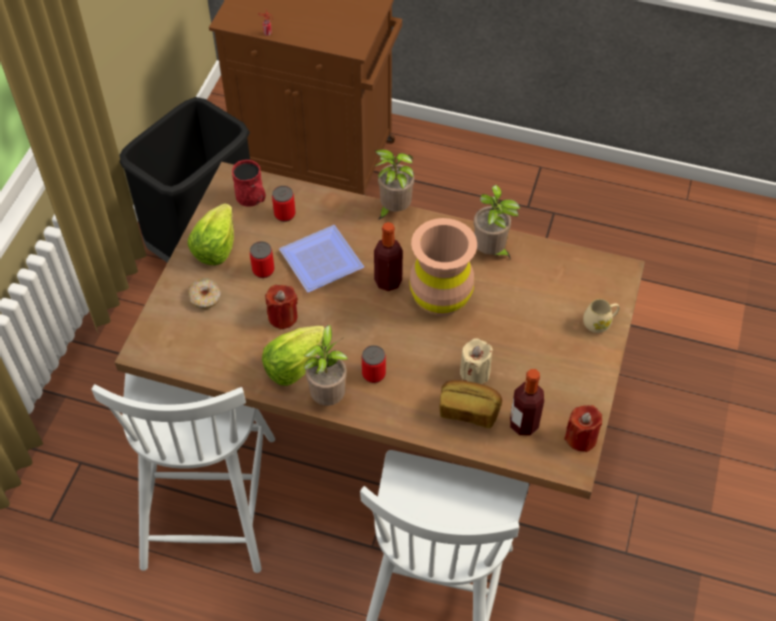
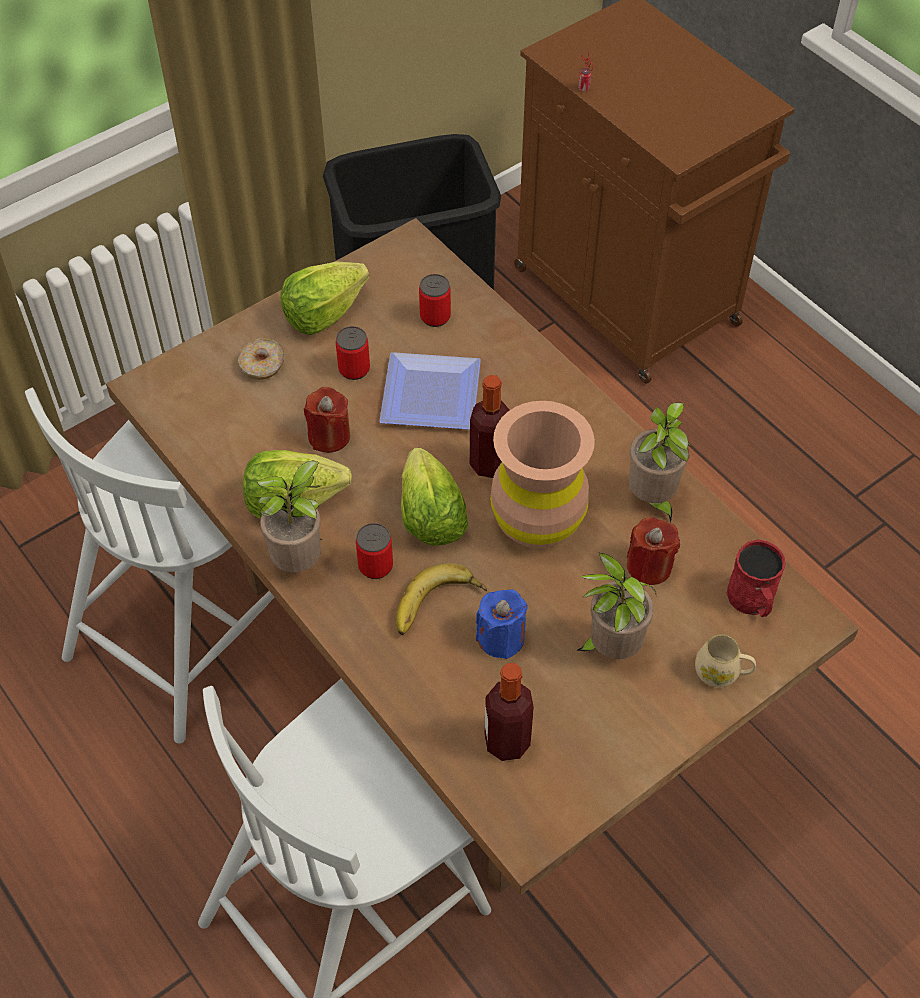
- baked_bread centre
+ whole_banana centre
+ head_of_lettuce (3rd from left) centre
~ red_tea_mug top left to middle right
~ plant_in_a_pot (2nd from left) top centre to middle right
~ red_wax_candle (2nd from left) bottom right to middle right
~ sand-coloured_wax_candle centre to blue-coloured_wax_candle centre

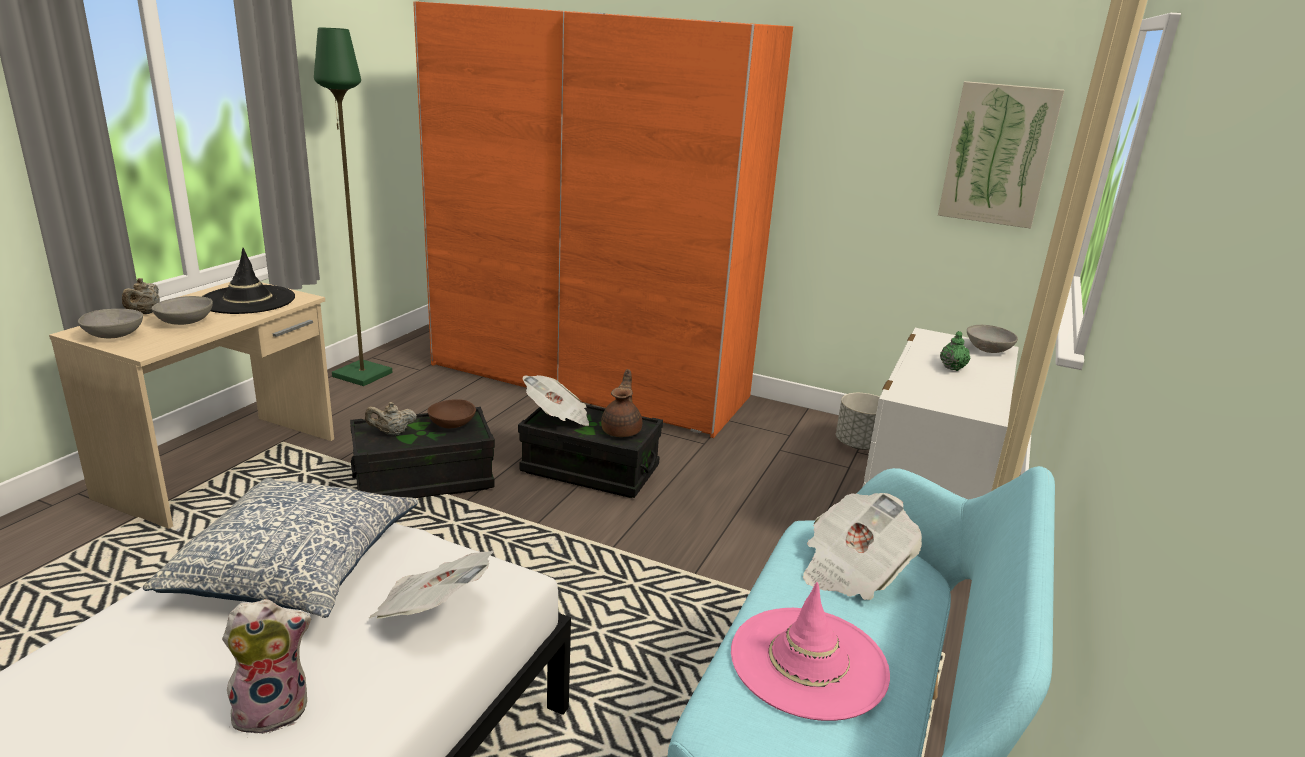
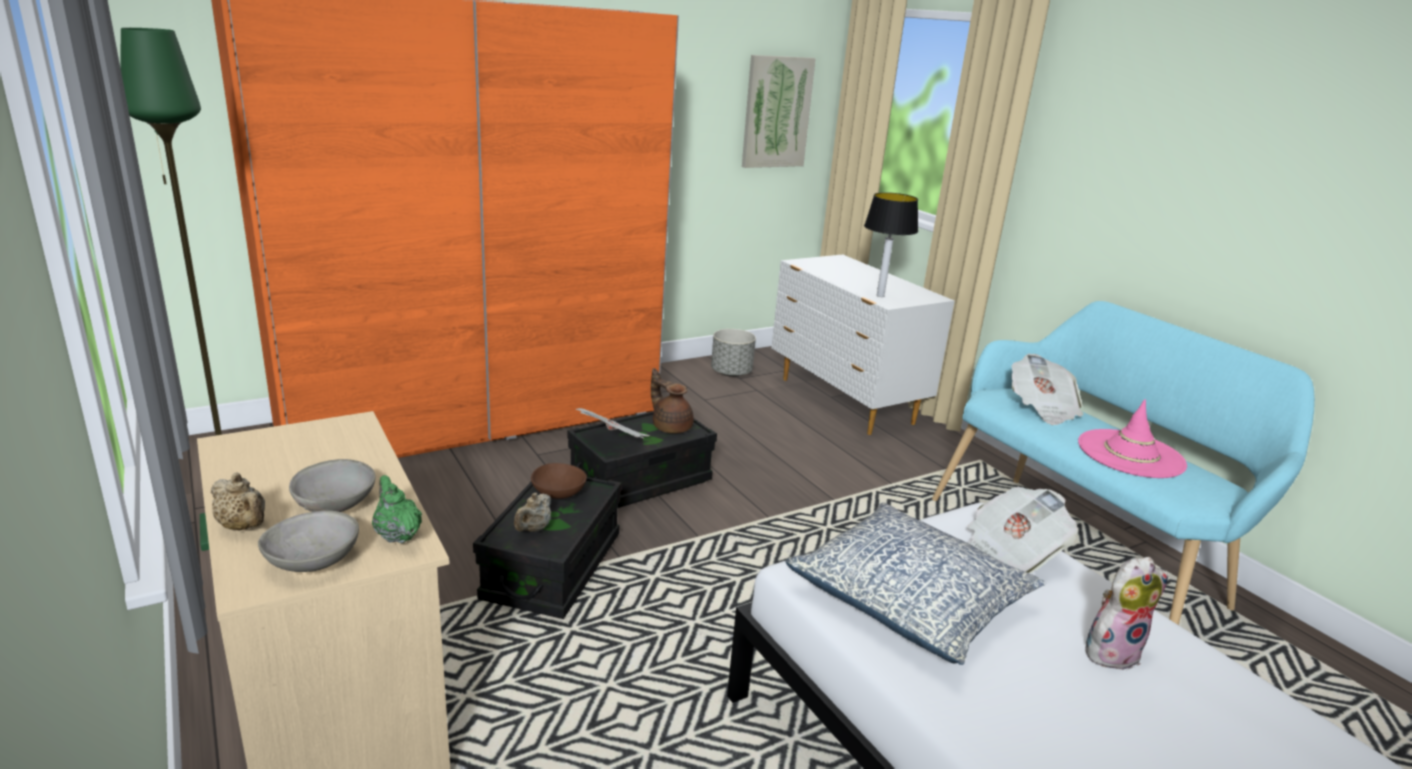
- blackish_clothing_hat middle left
- greyish_bowl (3rd from left) middle right
+ table_lamp top centre
~ green-coloured_teapot middle right to middle left
~ plush_toy bottom left = bottom right 60 degrees clockwise

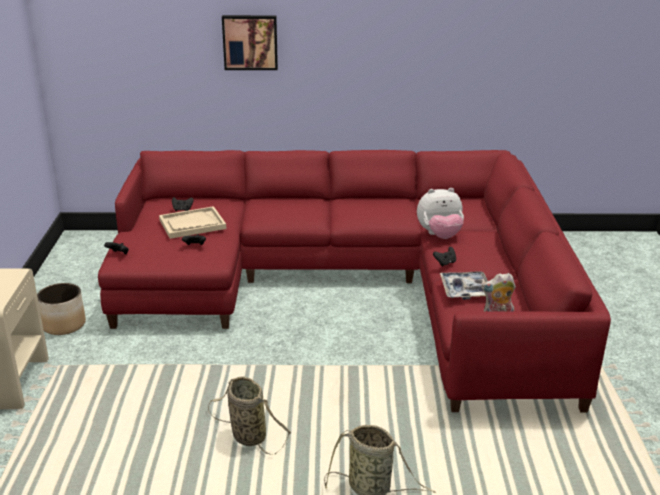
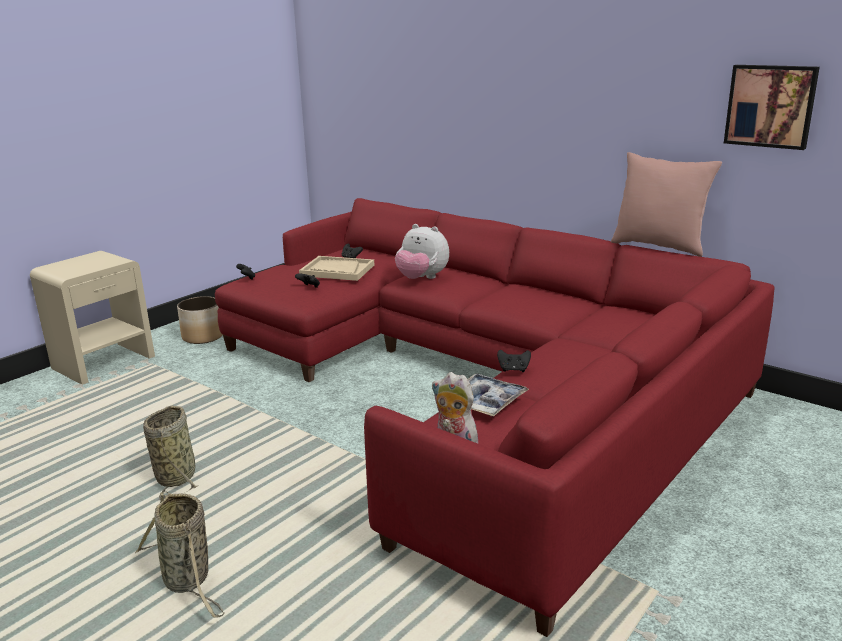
+ pink-coloured_cushion top right
~ picture top centre to top right
~ plush_toy (1st from left) middle right to centre

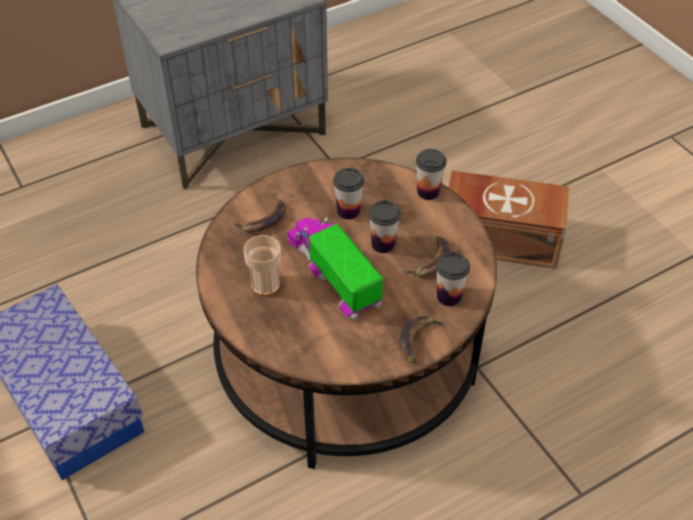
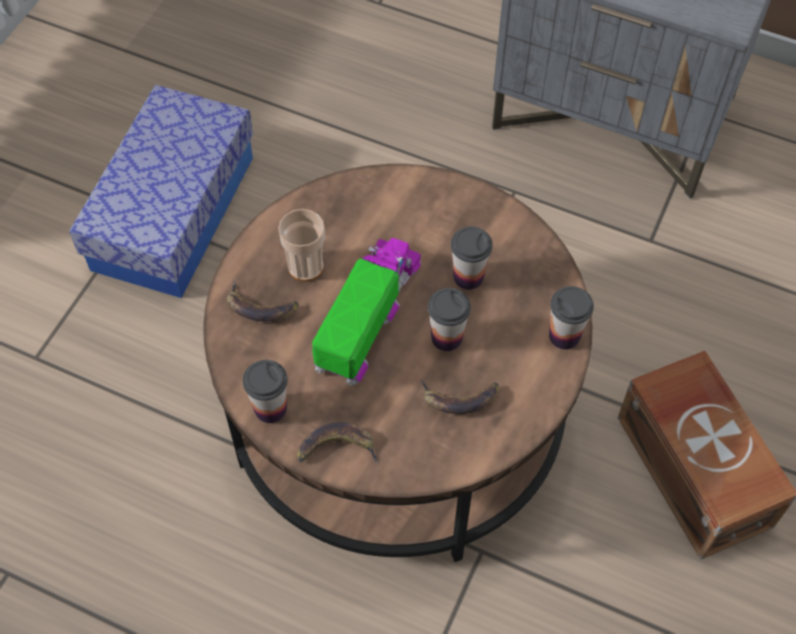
~ whole_banana (1st from left) centre to middle left
~ drinking_cup (5th from left in the first image) centre to drinking_cup (1st from left) middle left

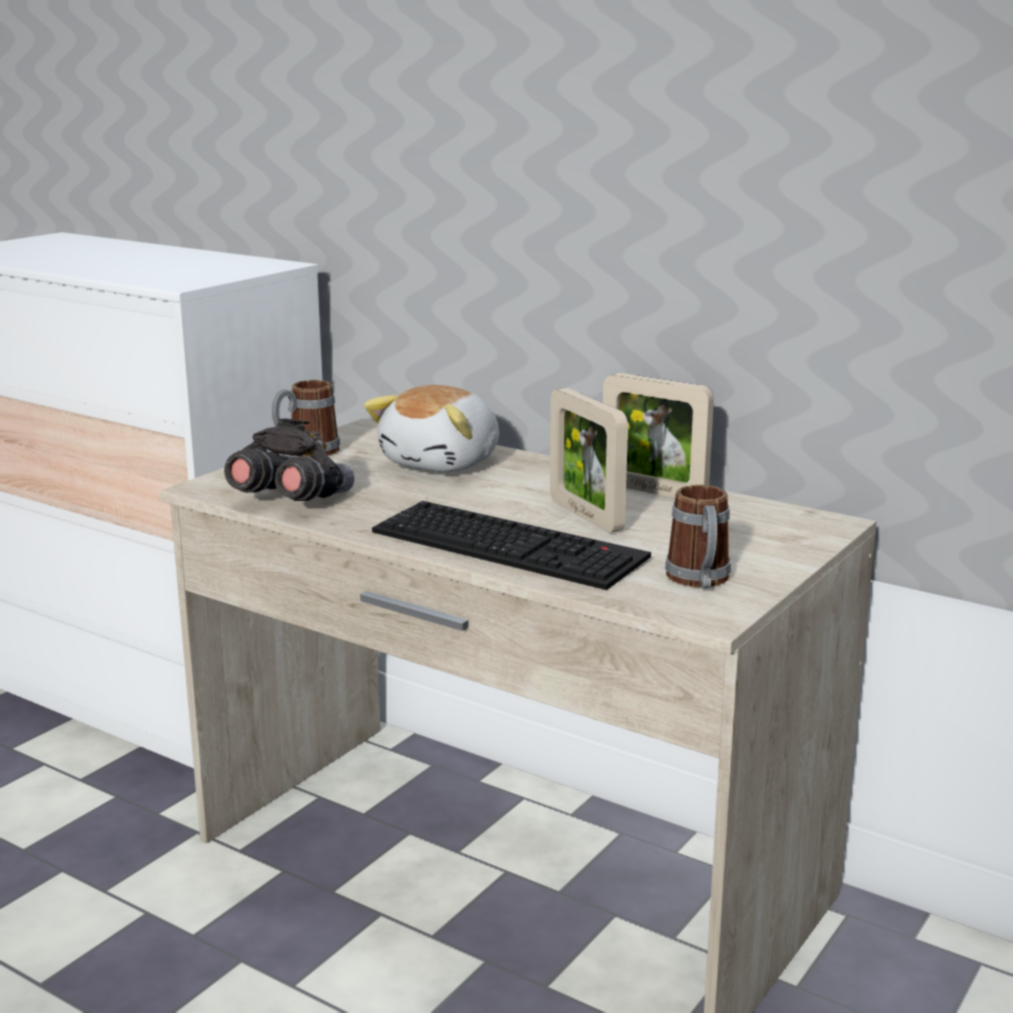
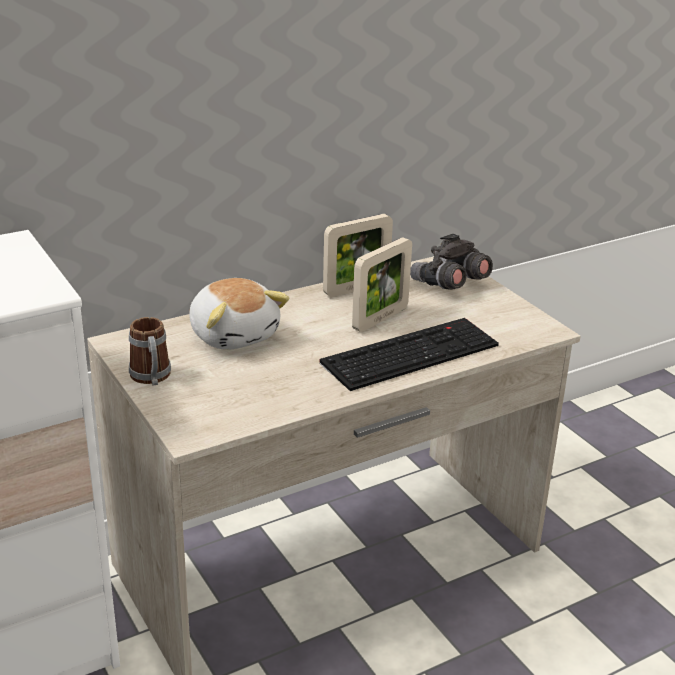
- tea_mug (2nd from left) middle right
~ greyish_field_glasses middle left to middle right
~ photo_frame (1st from left in the first image) centre = centre 45 degrees counterclockwise

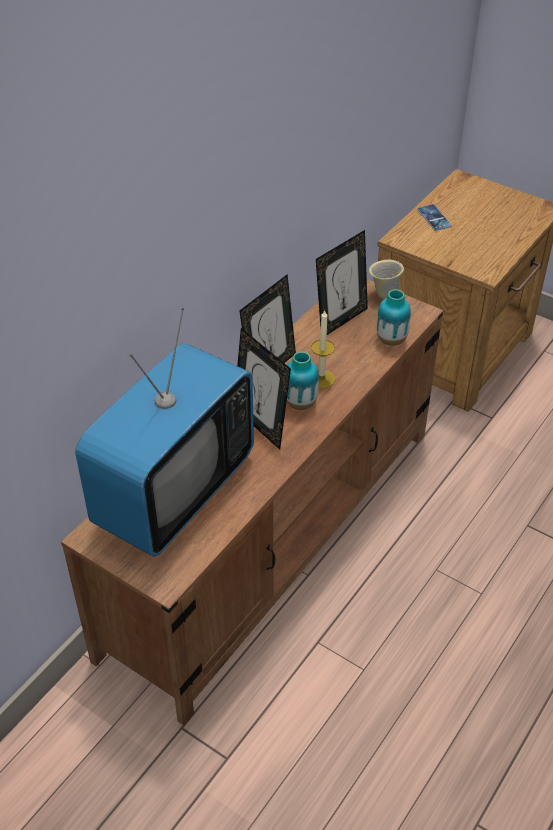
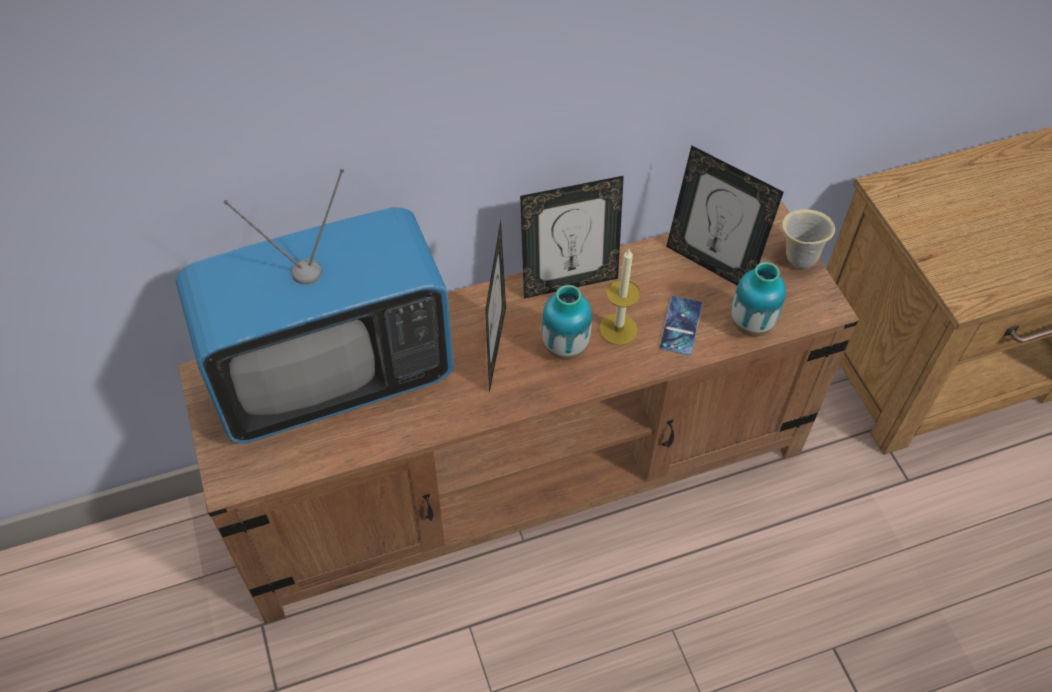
~ telephone top right to centre
~ photo_frame (3rd from left) centre = top right 45 degrees clockwise

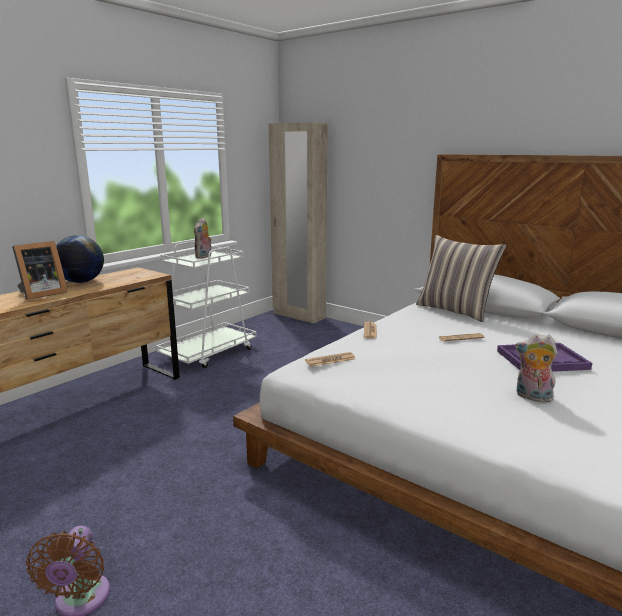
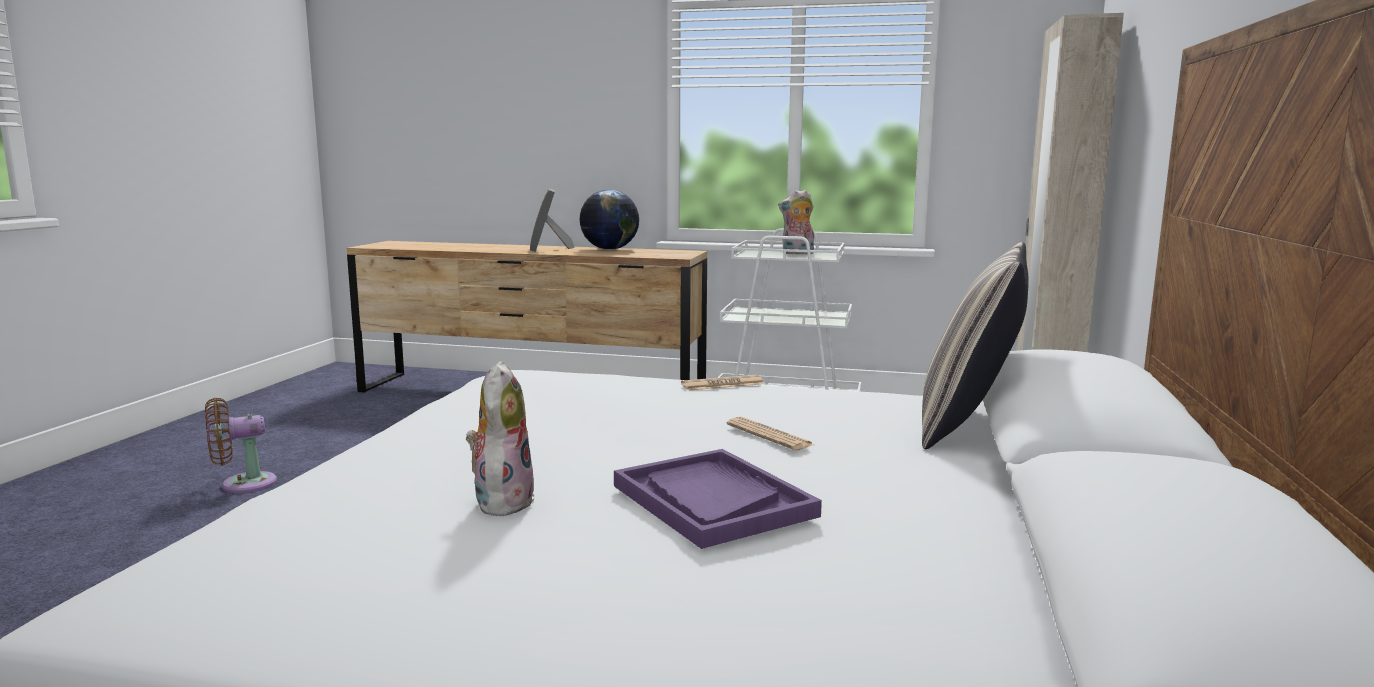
- daily_paper (1st from left) centre
~ photo_frame middle left = top centre 60 degrees clockwise

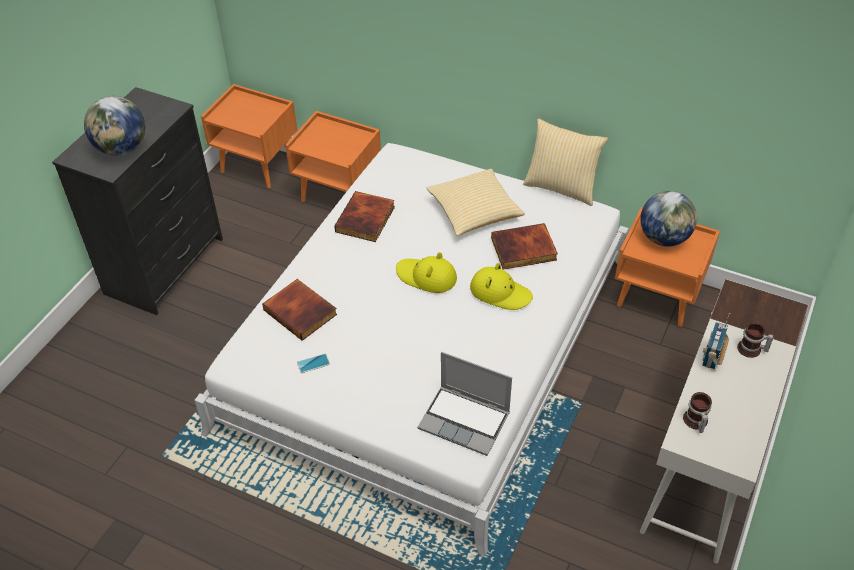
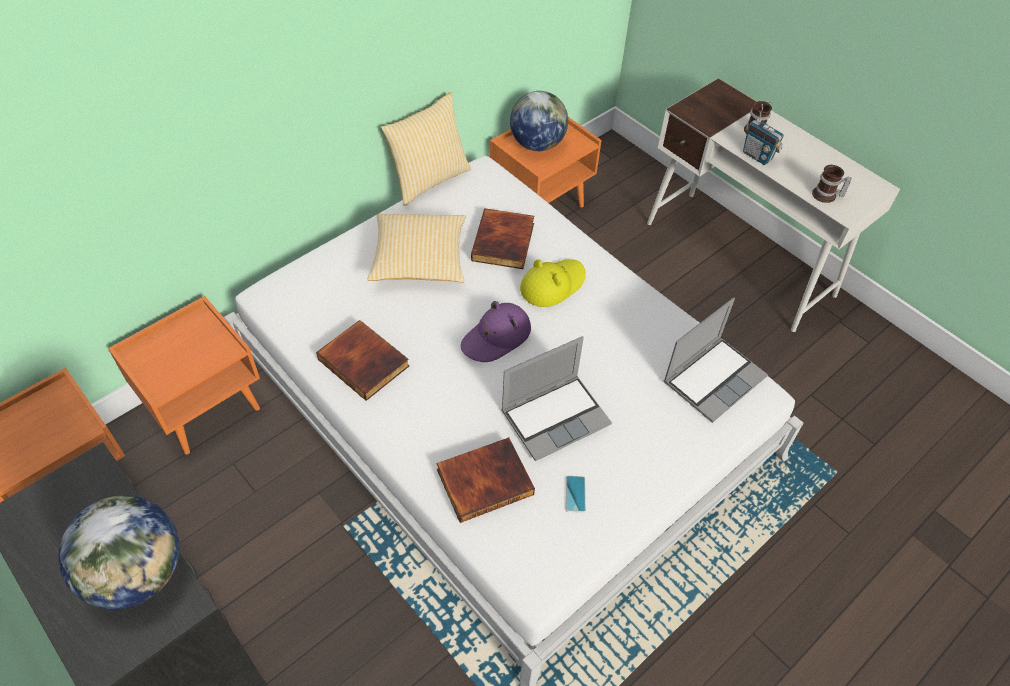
+ portable_computer (1st from left) centre
~ yellowish_clothing_hat (1st from left) centre to purplish_clothing_hat centre

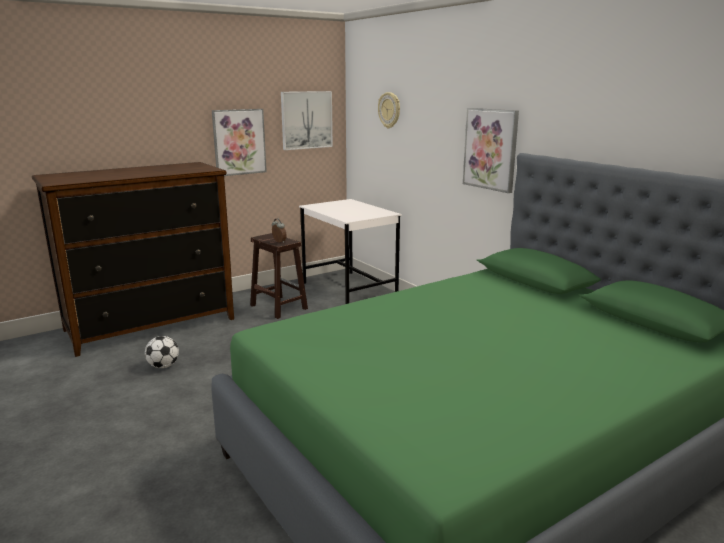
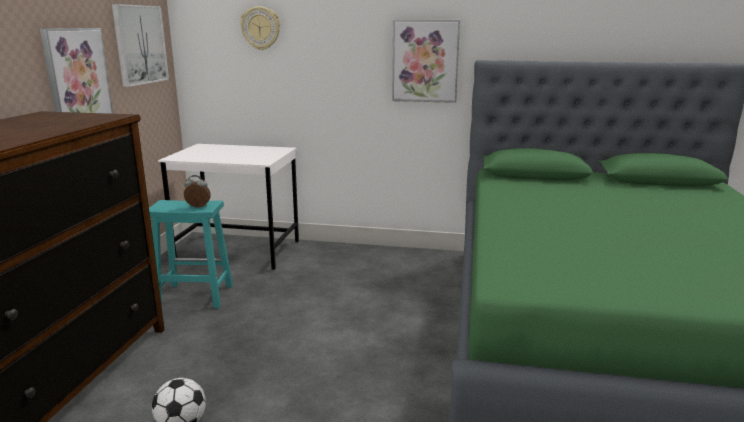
~ brown-coloured_stool centre to turquoise_stool middle left

